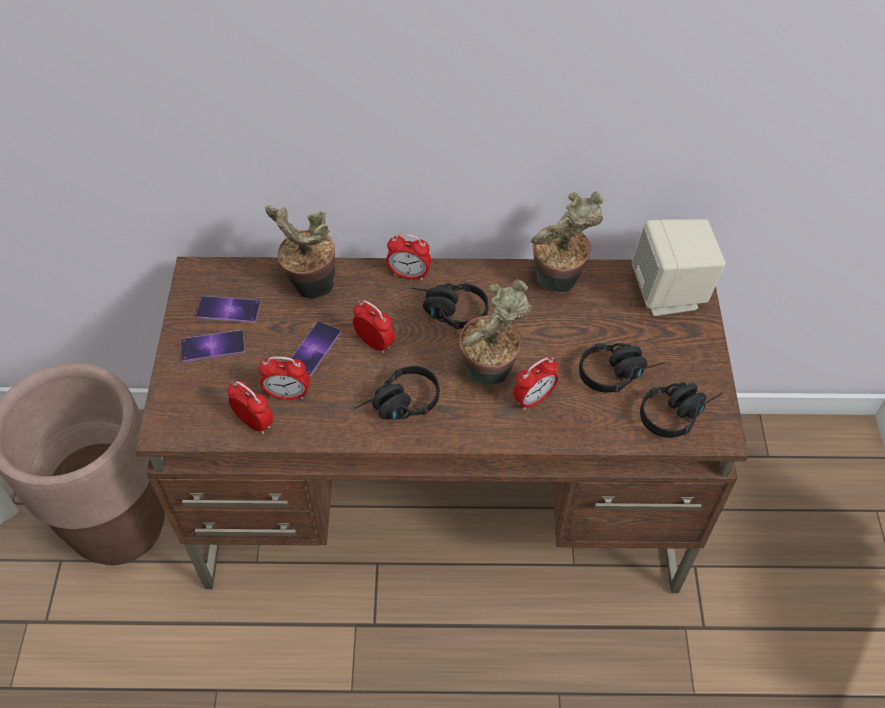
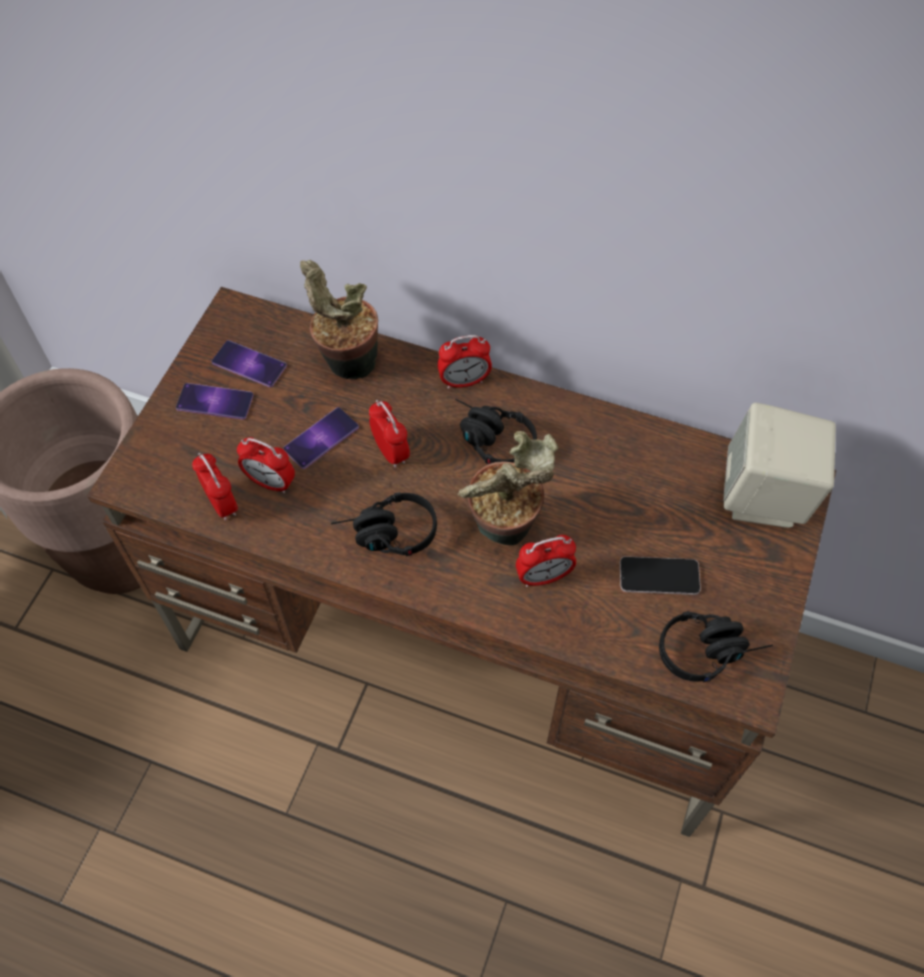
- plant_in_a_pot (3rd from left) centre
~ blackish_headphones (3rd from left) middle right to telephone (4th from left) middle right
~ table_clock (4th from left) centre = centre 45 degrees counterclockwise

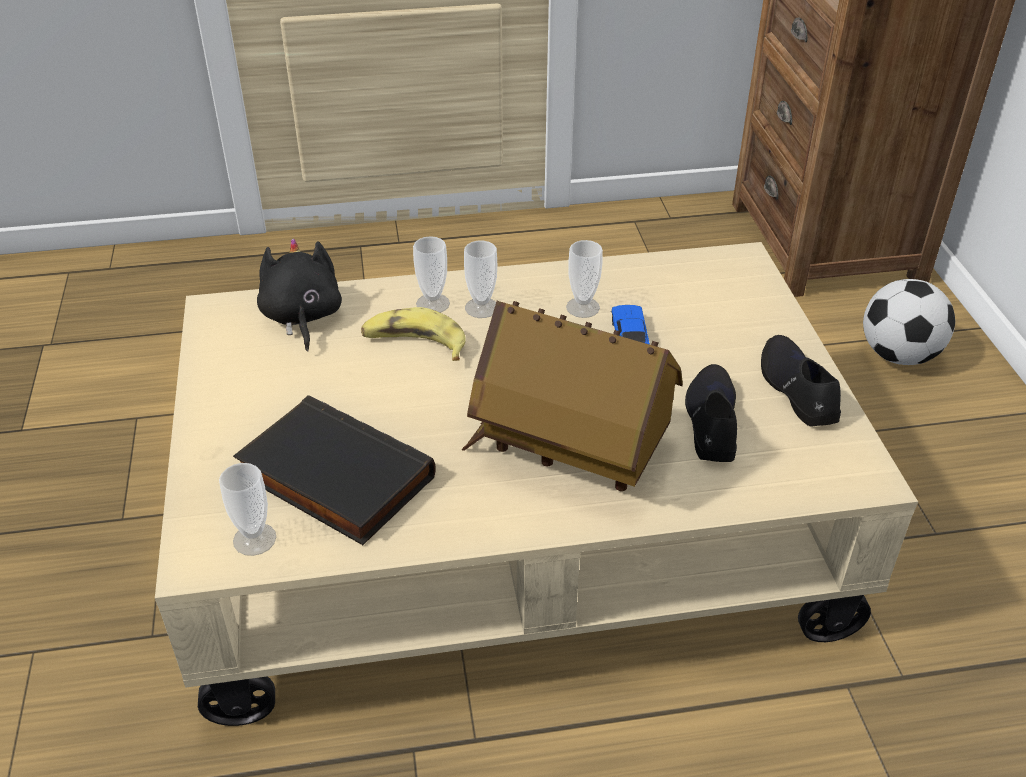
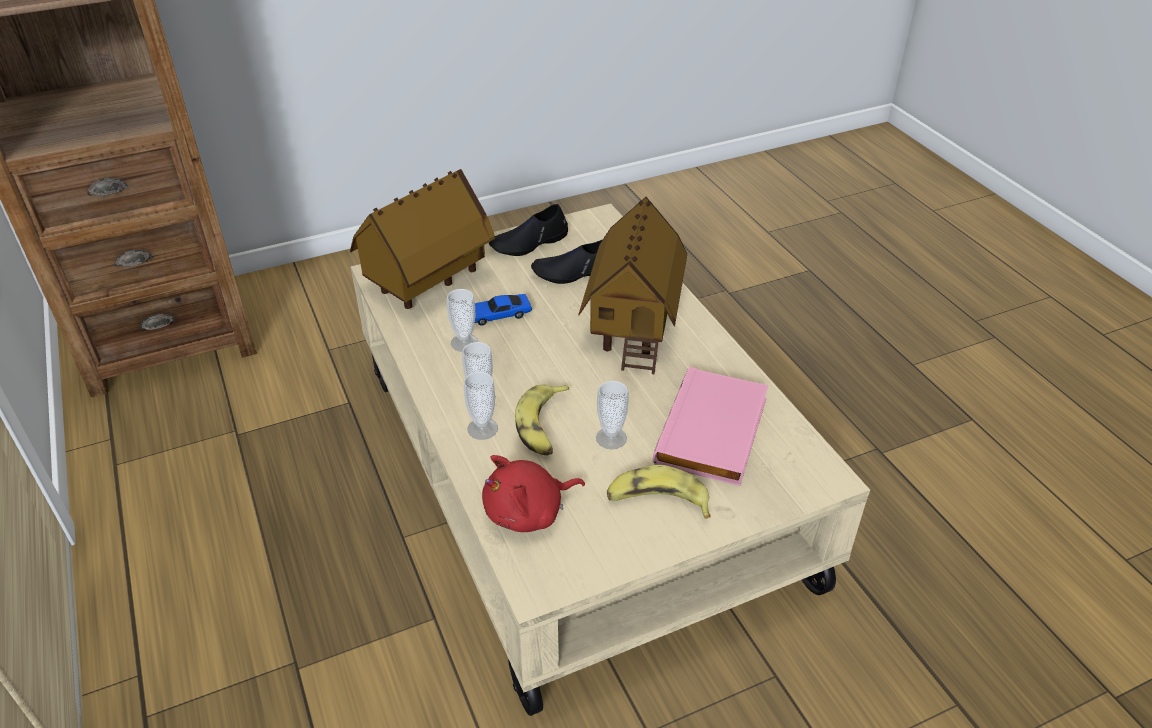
- football middle right
+ model_house (1st from left) top centre
+ whole_banana (2nd from left) bottom centre
~ drinking_cup (1st from left in the first image) middle left to drinking_cup (4th from left) centre
~ blackish_book middle left to pink-coloured_book centre
~ blackish_plush_toy middle left to red_plush_toy bottom centre

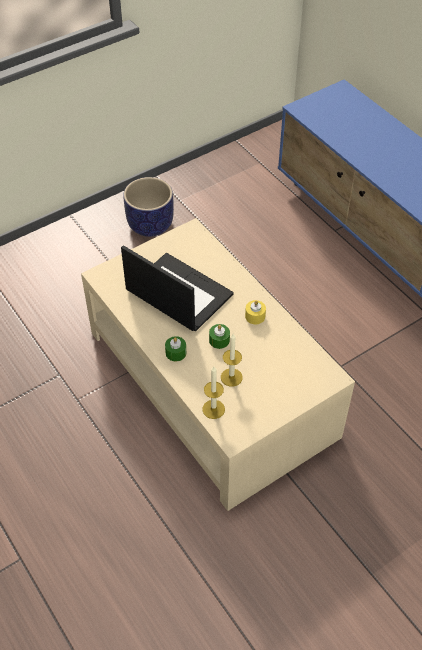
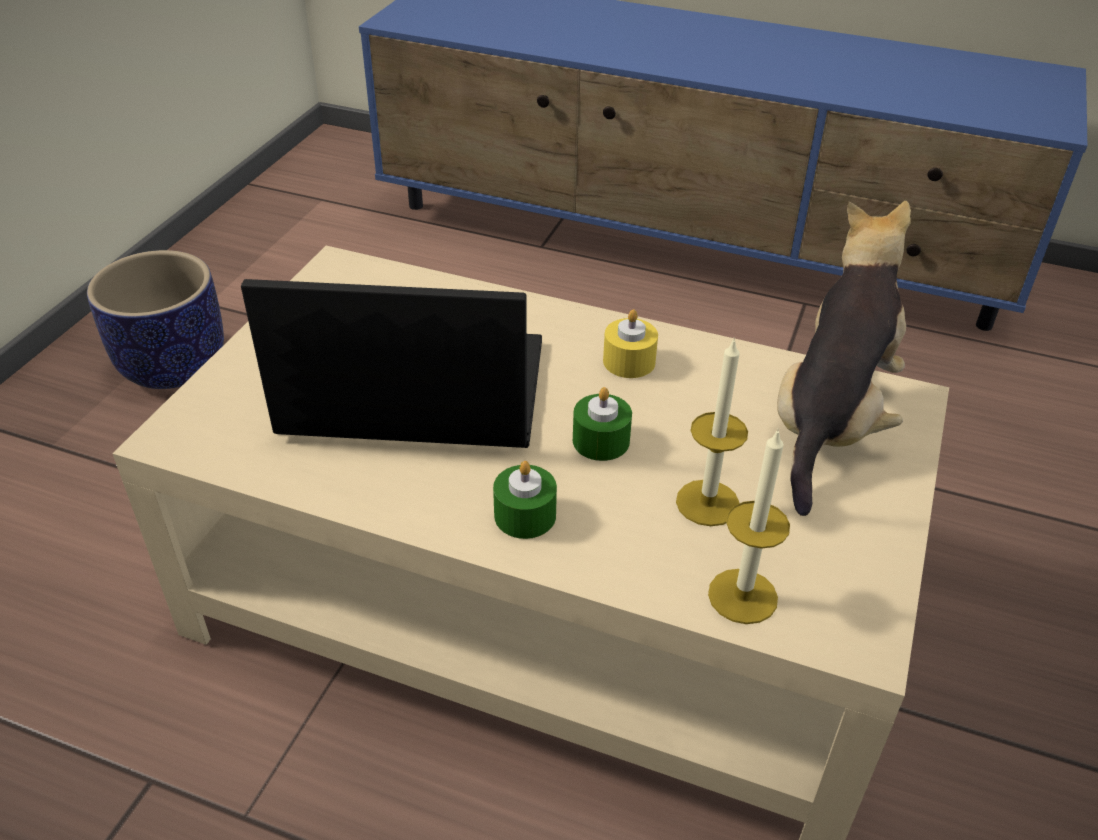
+ plush_toy middle right

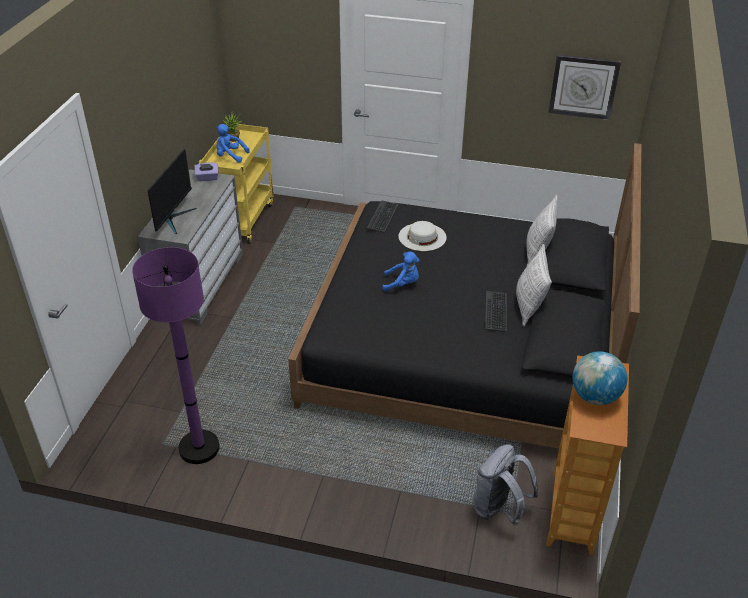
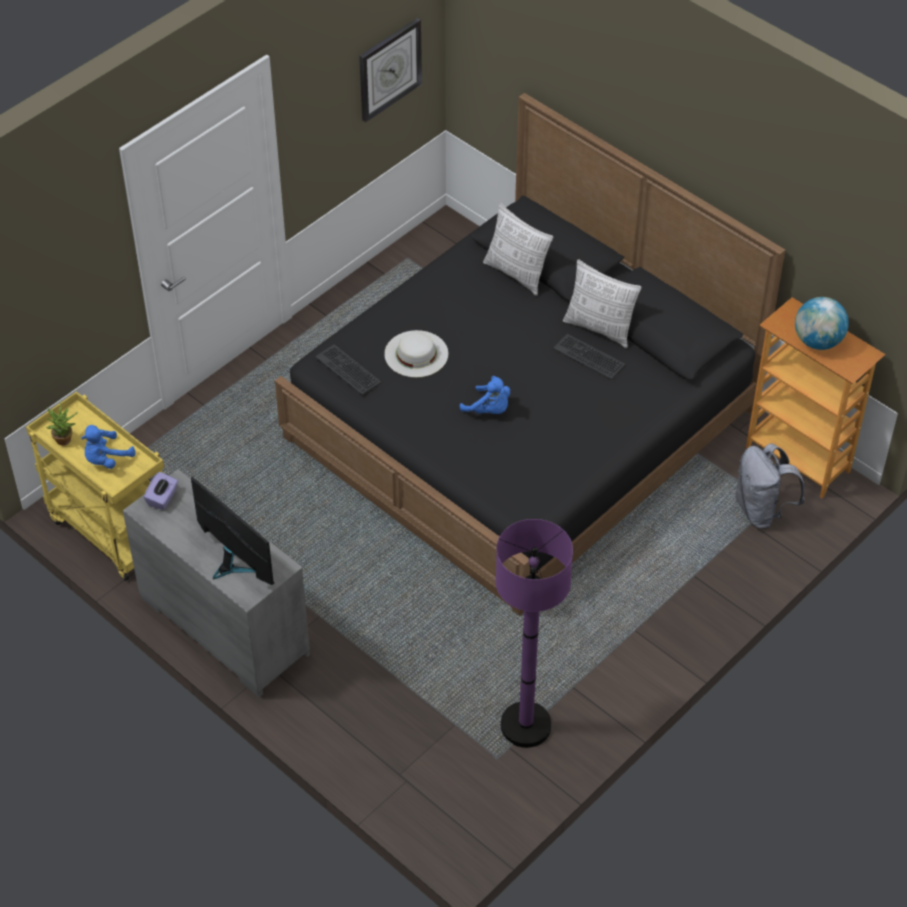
~ blue-coloured_plush_toy (2nd from left) centre = centre 90 degrees clockwise

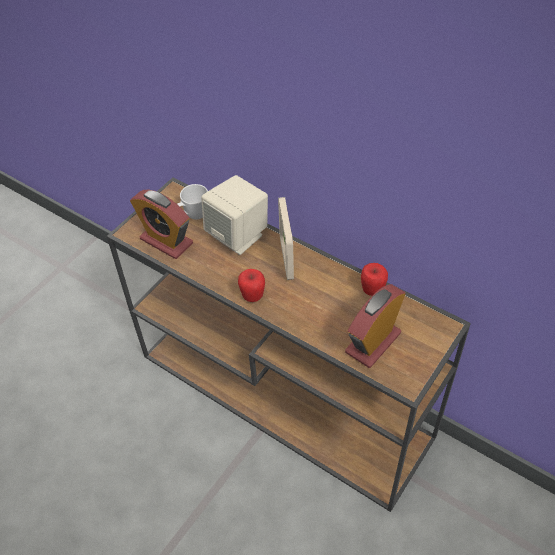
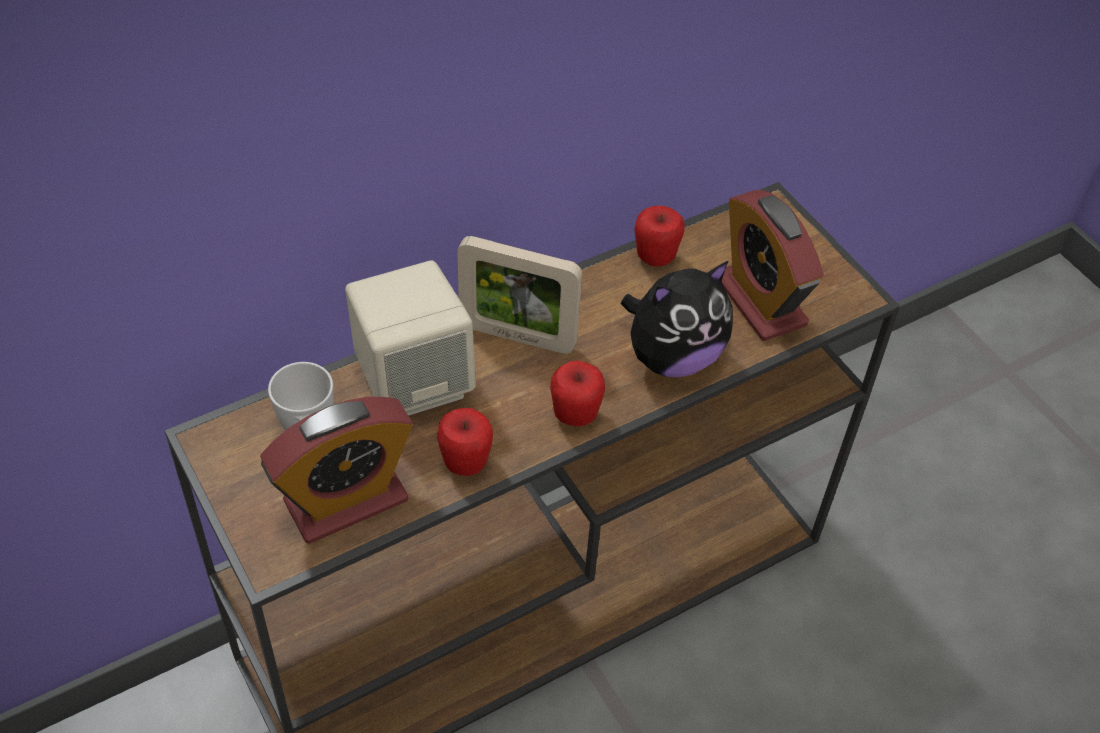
+ apple (1st from left) centre
+ plush_toy centre

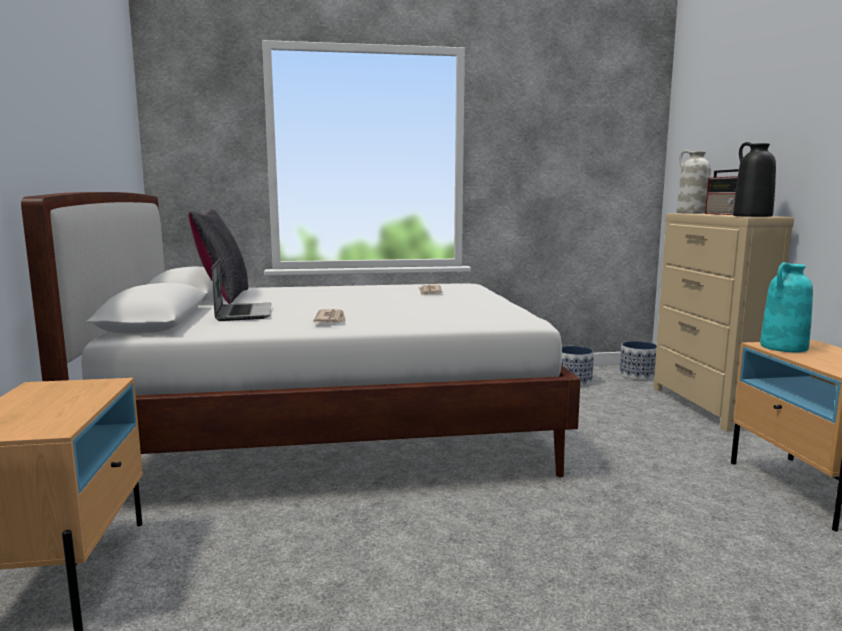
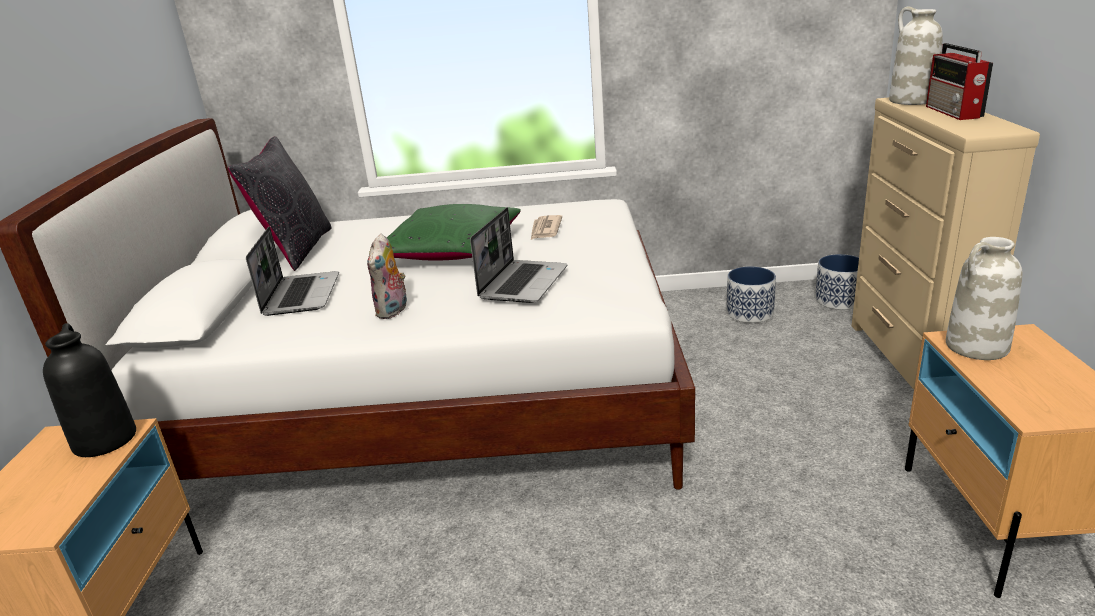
+ green-coloured_cushion centre
+ portable_computer (2nd from left) centre
~ blackish_flower_vase top right to middle left
~ daily_paper (1st from left) centre to plush_toy centre
~ turquoise_flower_vase middle right to whitish_flower_vase (2nd from left) middle right

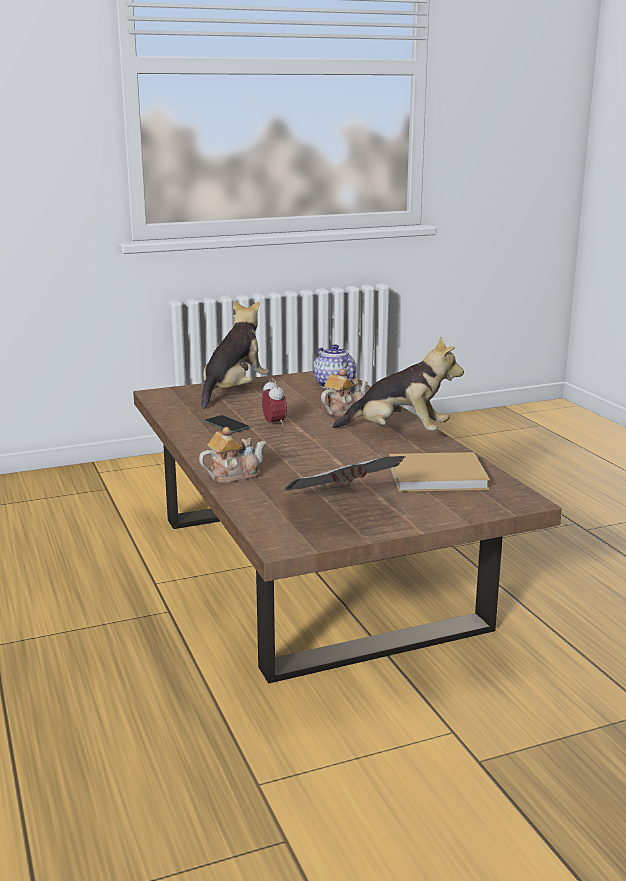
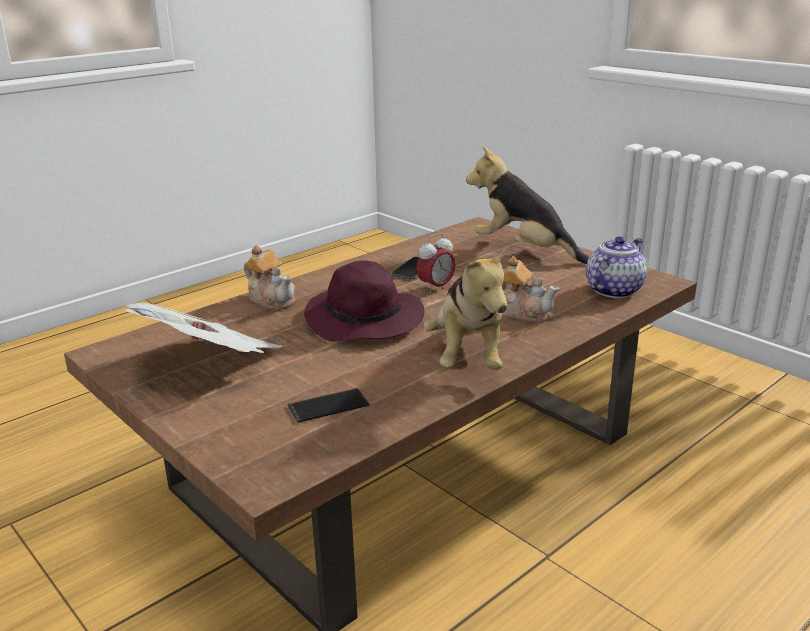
+ purplish_clothing_hat centre
~ sand-coloured_book middle right to telephone (1st from left) centre
~ plush_toy (1st from left in the first image) centre = top centre 150 degrees counterclockwise

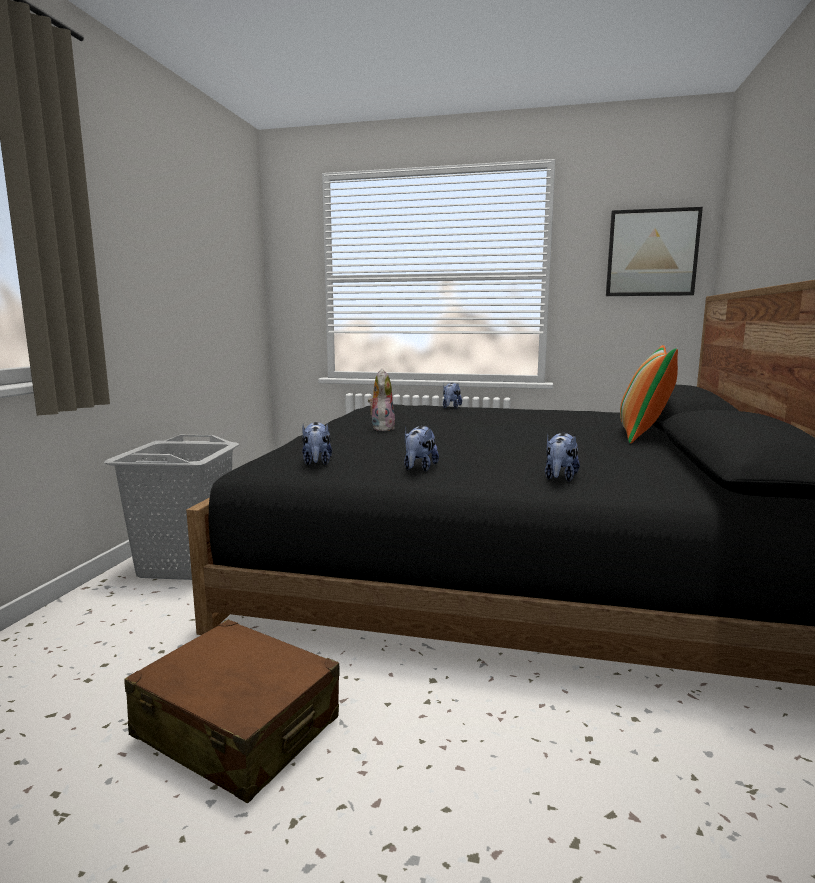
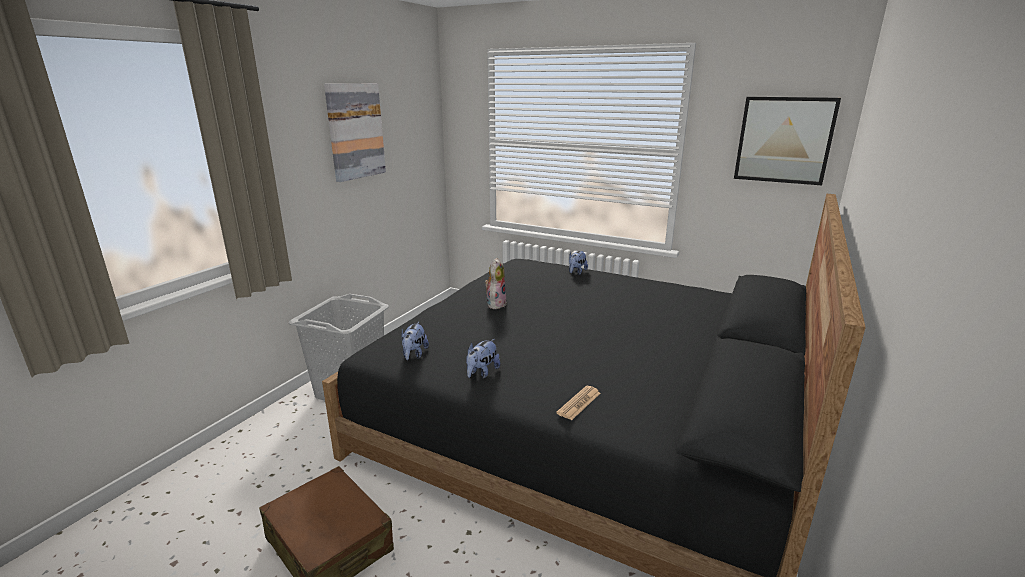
- cushion middle right
+ picture (1st from left) top centre
~ plush_toy (5th from left) middle right to daily_paper bottom centre

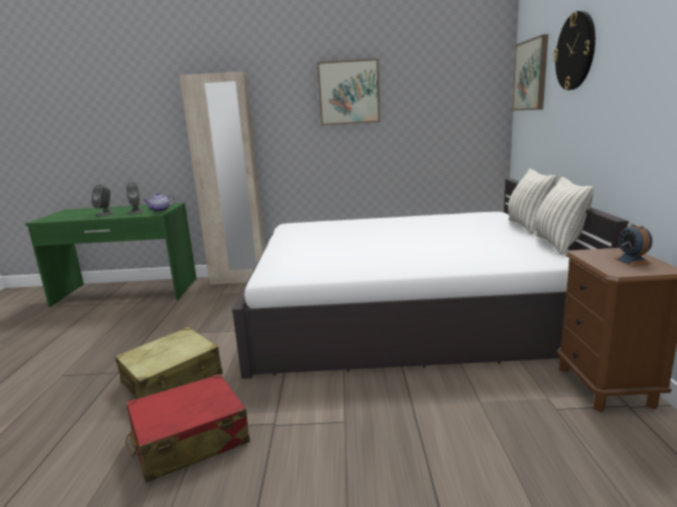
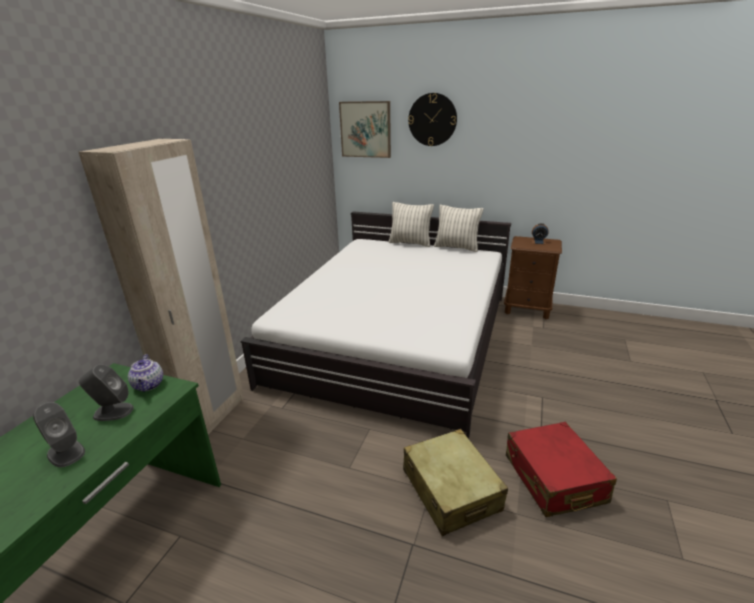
- picture (1st from left) top centre

